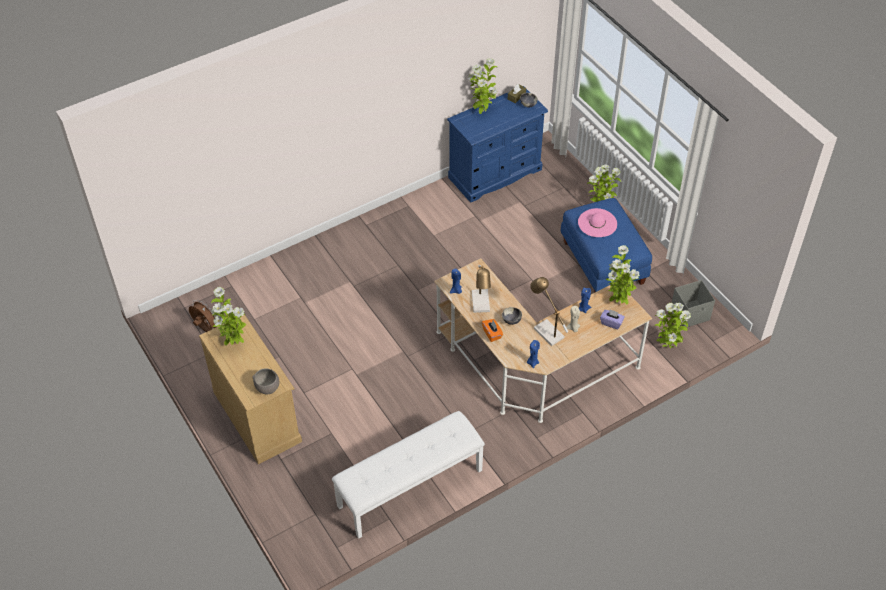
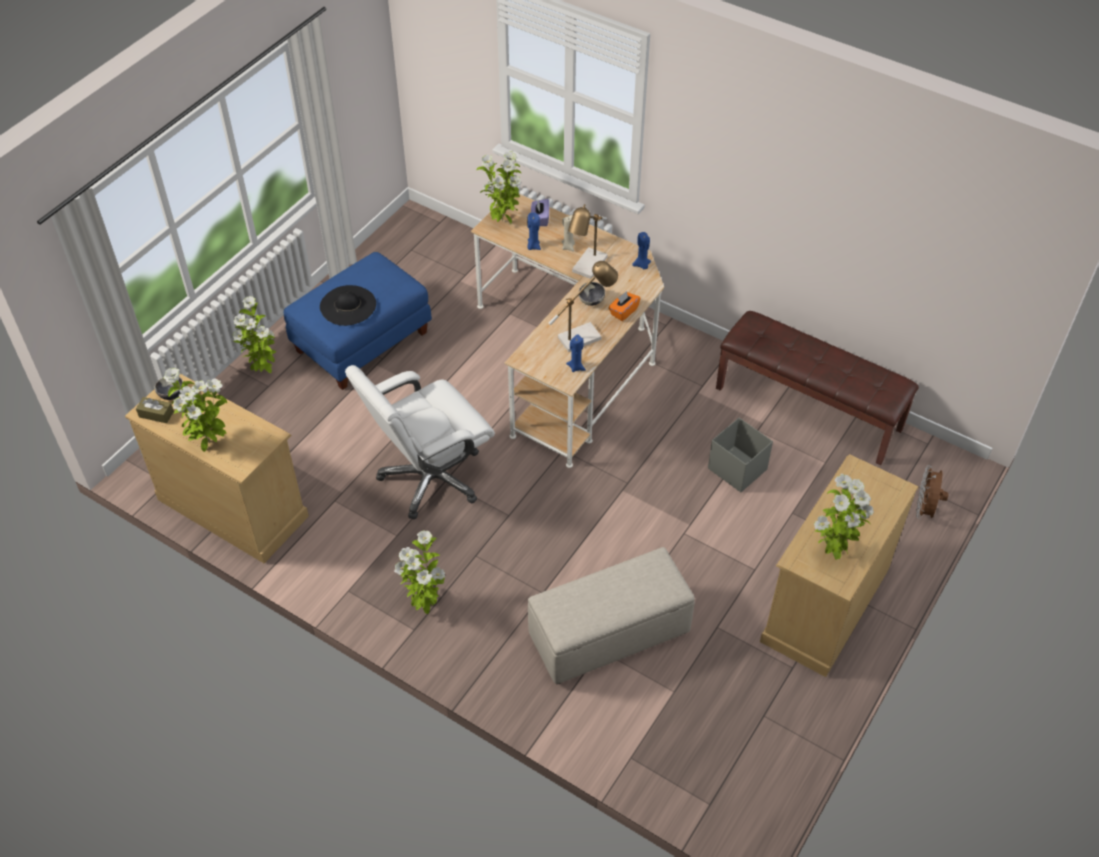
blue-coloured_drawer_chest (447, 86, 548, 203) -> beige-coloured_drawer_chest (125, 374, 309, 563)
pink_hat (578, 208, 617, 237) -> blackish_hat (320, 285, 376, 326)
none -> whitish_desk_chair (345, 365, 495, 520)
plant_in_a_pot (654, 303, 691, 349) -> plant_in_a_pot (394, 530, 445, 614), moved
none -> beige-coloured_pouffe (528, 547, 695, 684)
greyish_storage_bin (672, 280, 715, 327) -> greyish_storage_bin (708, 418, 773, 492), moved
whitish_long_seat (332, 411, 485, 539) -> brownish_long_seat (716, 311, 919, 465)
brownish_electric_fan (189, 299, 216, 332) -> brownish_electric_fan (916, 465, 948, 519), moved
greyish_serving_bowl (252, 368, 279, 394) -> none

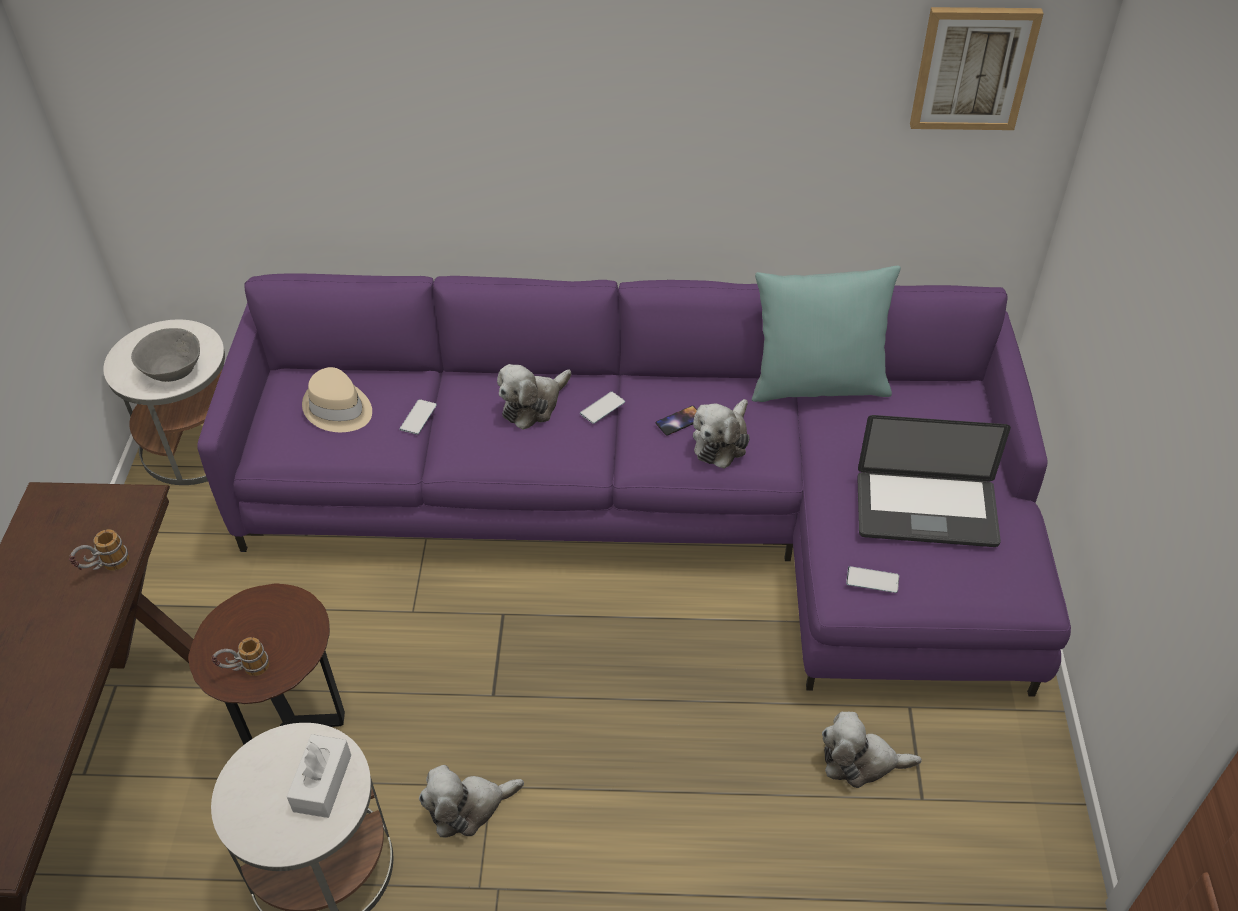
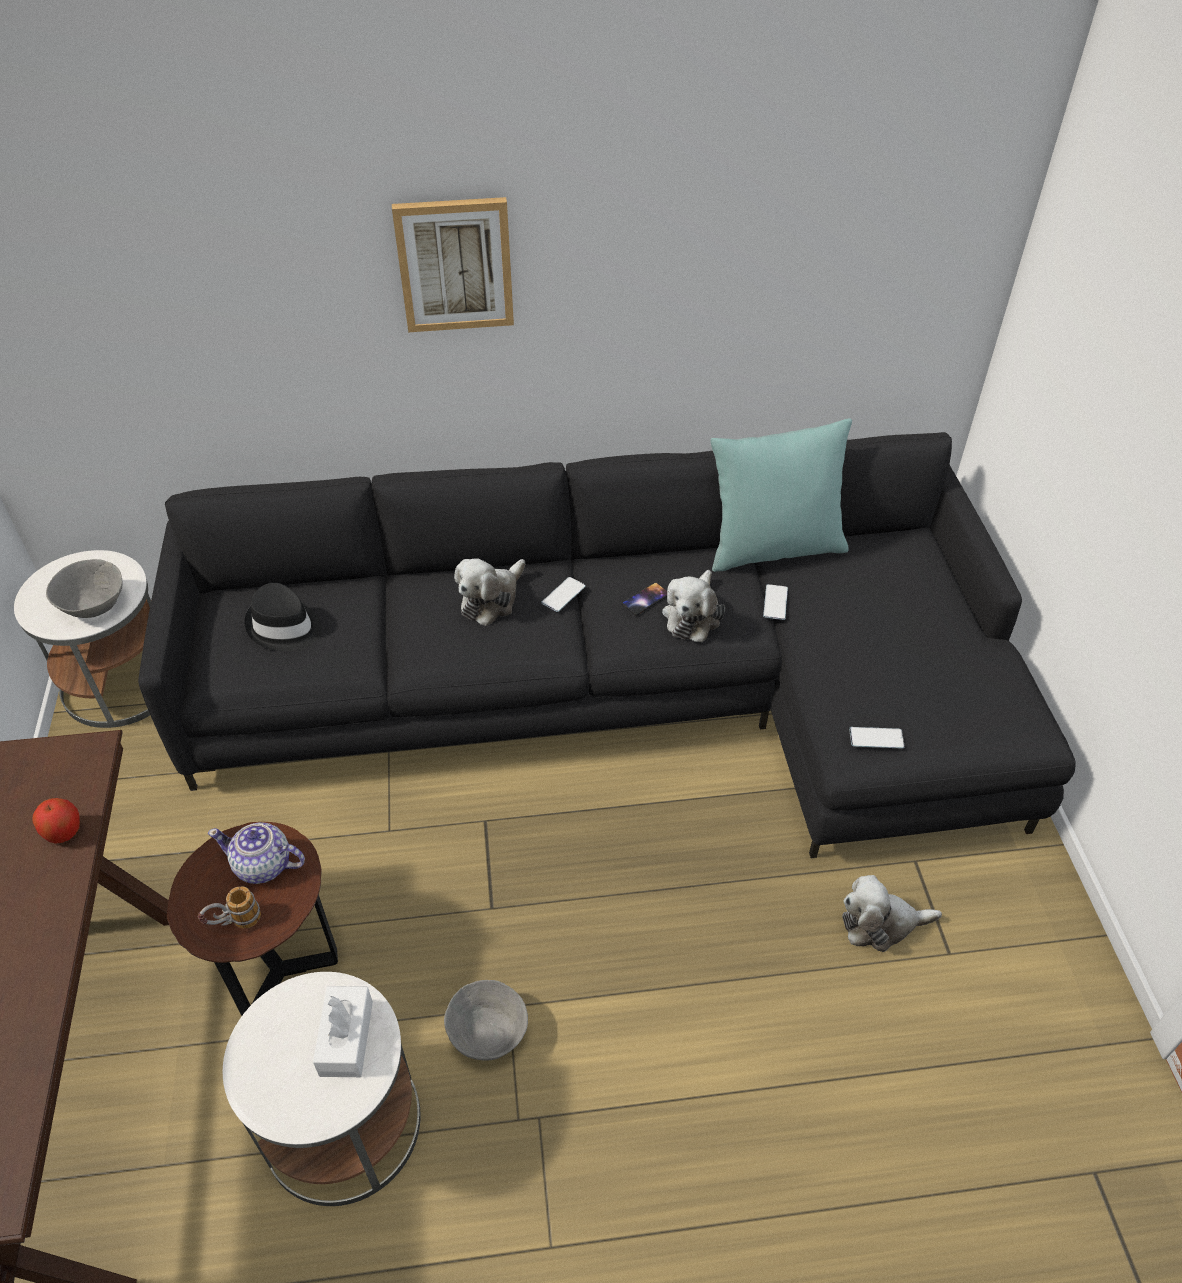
tea_mug (69, 529, 129, 571) -> whole_apple (32, 798, 80, 844)
purple_settee (197, 274, 1071, 697) -> blackish_settee (138, 432, 1075, 858)
none -> tea_pot (208, 822, 305, 884)
beige-coloured_hat (302, 367, 372, 432) -> blackish_hat (245, 583, 322, 651)
wall_art (910, 7, 1044, 130) -> wall_art (392, 197, 514, 332), moved
cuddly_toy (419, 765, 524, 837) -> greyish_serving_bowl (444, 980, 528, 1061)
telephone (400, 399, 437, 435) -> telephone (763, 584, 788, 620), moved
notebook_computer (857, 415, 1011, 547) -> none

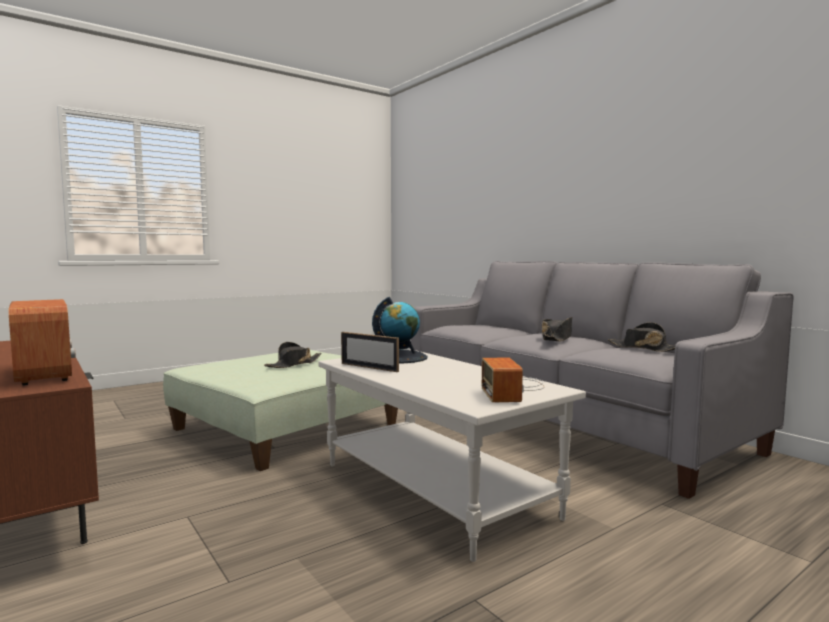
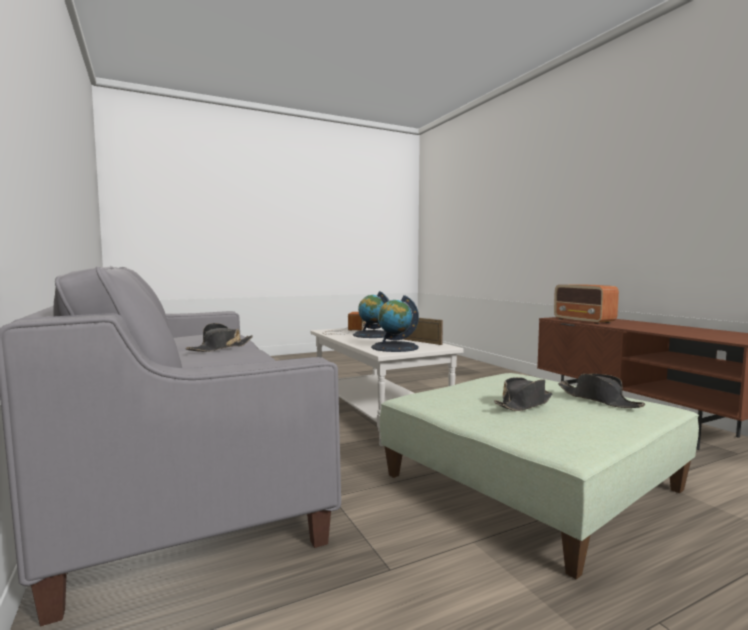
none -> globe (353, 291, 389, 338)
blackish_hat (608, 322, 675, 352) -> blackish_hat (558, 374, 645, 408), moved

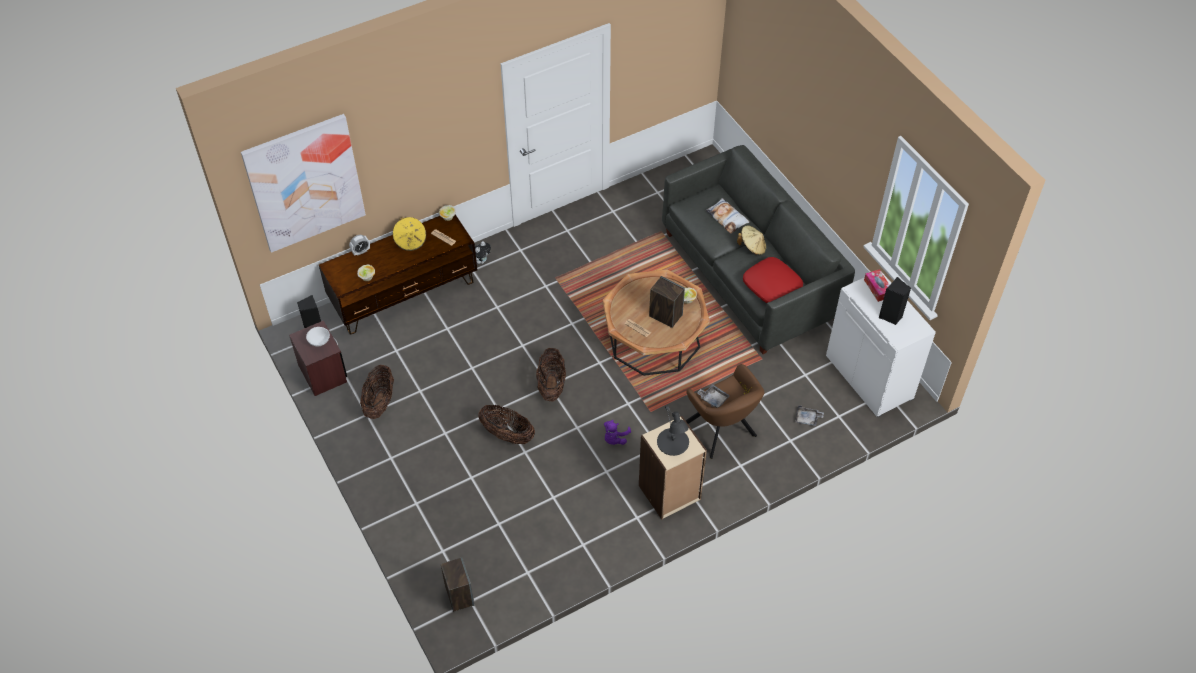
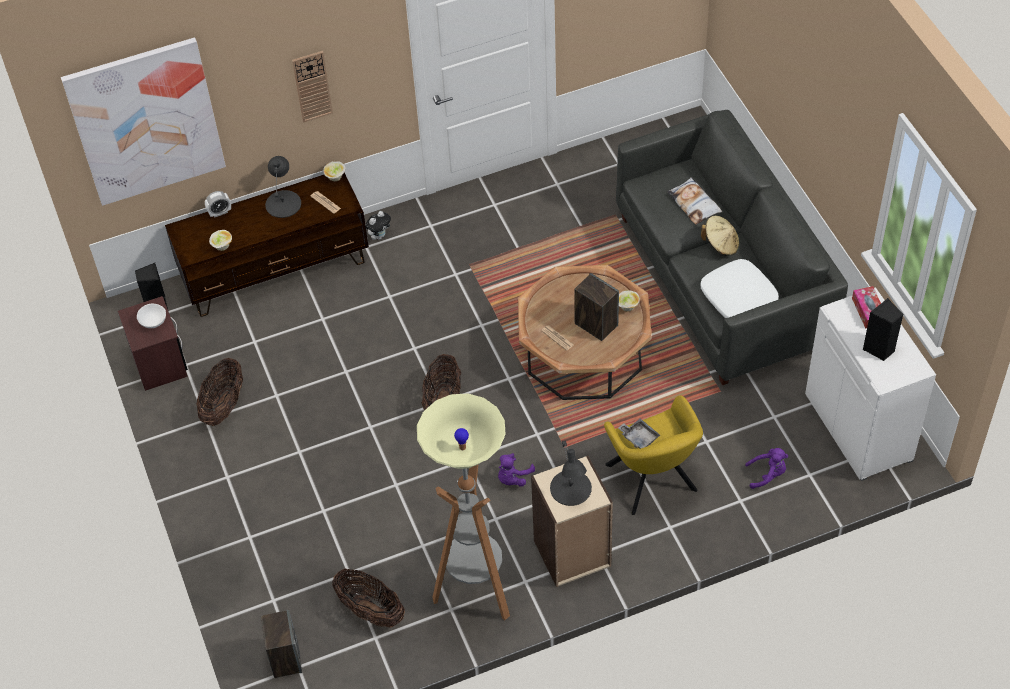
yellow-coloured_hat (393, 217, 426, 251) -> blackish_tabletop_lamp (265, 156, 301, 218)
none -> clock_on_the_wall (292, 51, 333, 122)
household_basket (478, 405, 535, 444) -> household_basket (332, 569, 405, 628), moved
none -> floor_lamp (417, 393, 510, 620)
brownish_easy_chair (685, 364, 764, 459) -> yellow-coloured_easy_chair (604, 395, 703, 515)
reddish_cushion (743, 257, 803, 303) -> whitish_cushion (701, 259, 779, 318)
greyish_tray (795, 405, 824, 426) -> purple_cuddly_toy (745, 448, 788, 489)

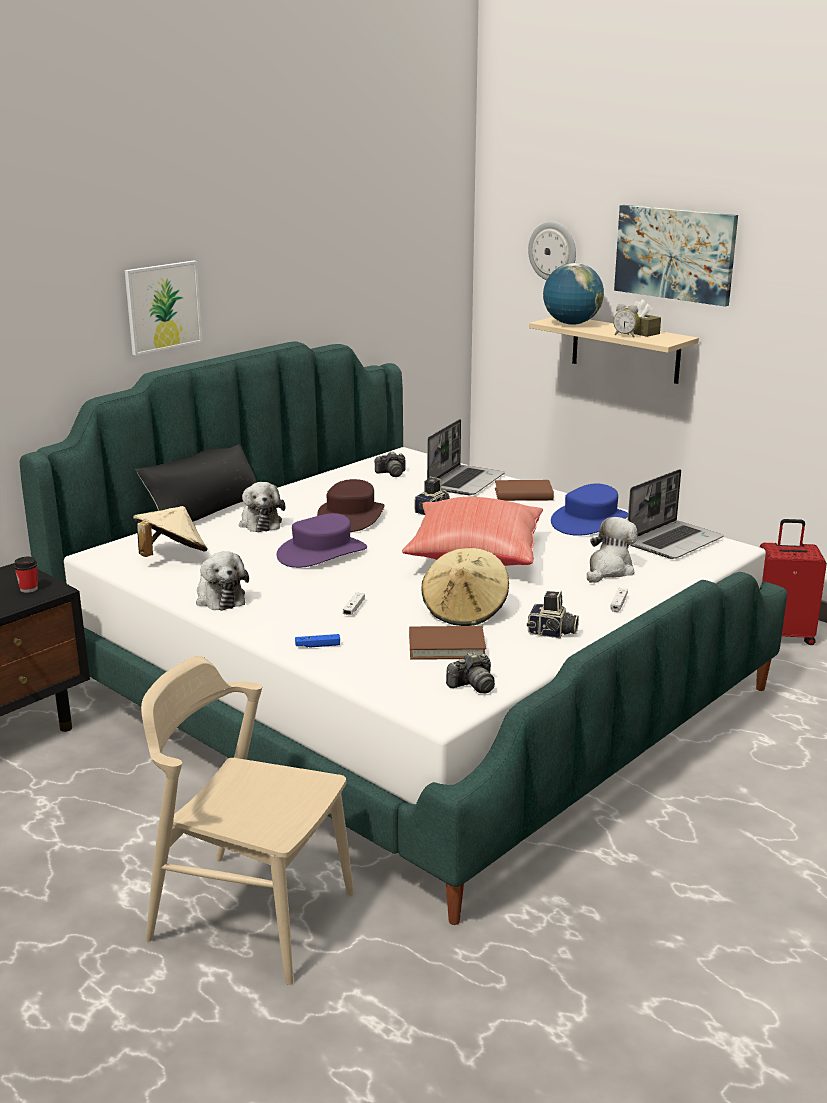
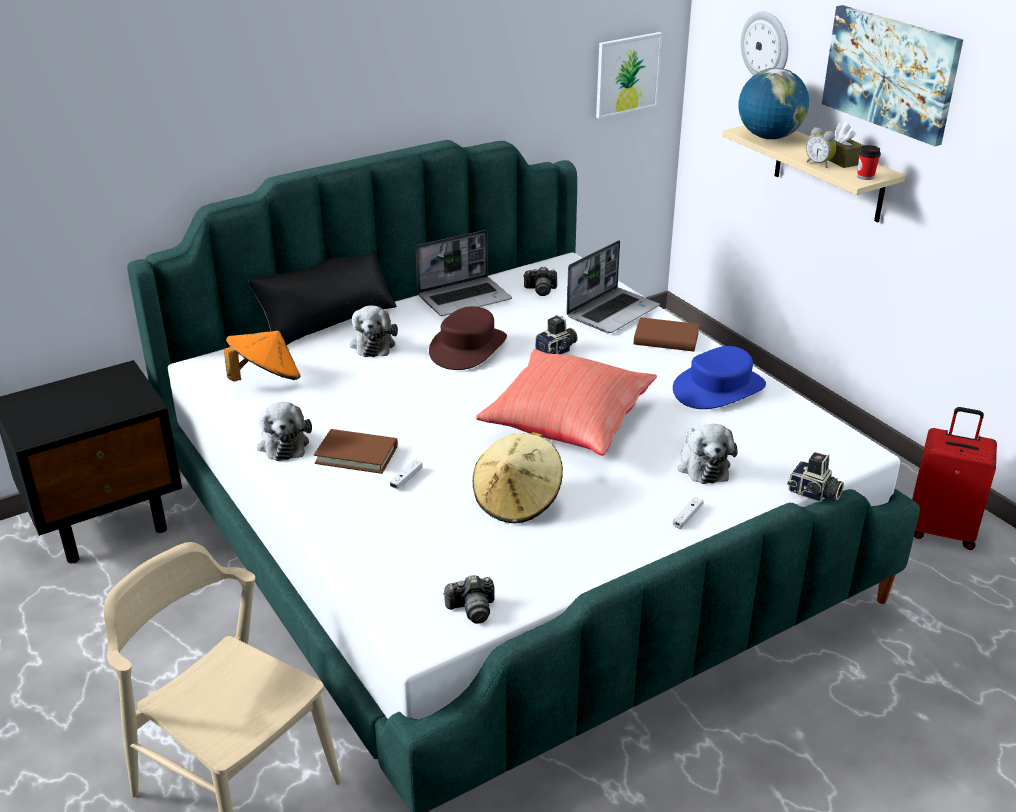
beige-coloured_hat (133, 506, 208, 557) -> orange_hat (224, 331, 301, 382)
brownish_bound_book (409, 626, 486, 660) -> brownish_bound_book (314, 429, 398, 474), moved
notebook_computer (628, 469, 724, 559) -> notebook_computer (416, 230, 512, 316), moved
wall_art (125, 261, 203, 356) -> wall_art (596, 32, 662, 119), moved
cuddly_toy (587, 517, 638, 583) -> cuddly_toy (678, 424, 738, 484), 120 degrees clockwise
photo_camera (527, 590, 579, 638) -> photo_camera (787, 452, 844, 502), moved
small_cup (14, 557, 38, 593) -> small_cup (857, 145, 881, 180), moved
purple_hat (277, 513, 367, 568) -> none
blue-coloured_joypad (295, 634, 340, 648) -> none

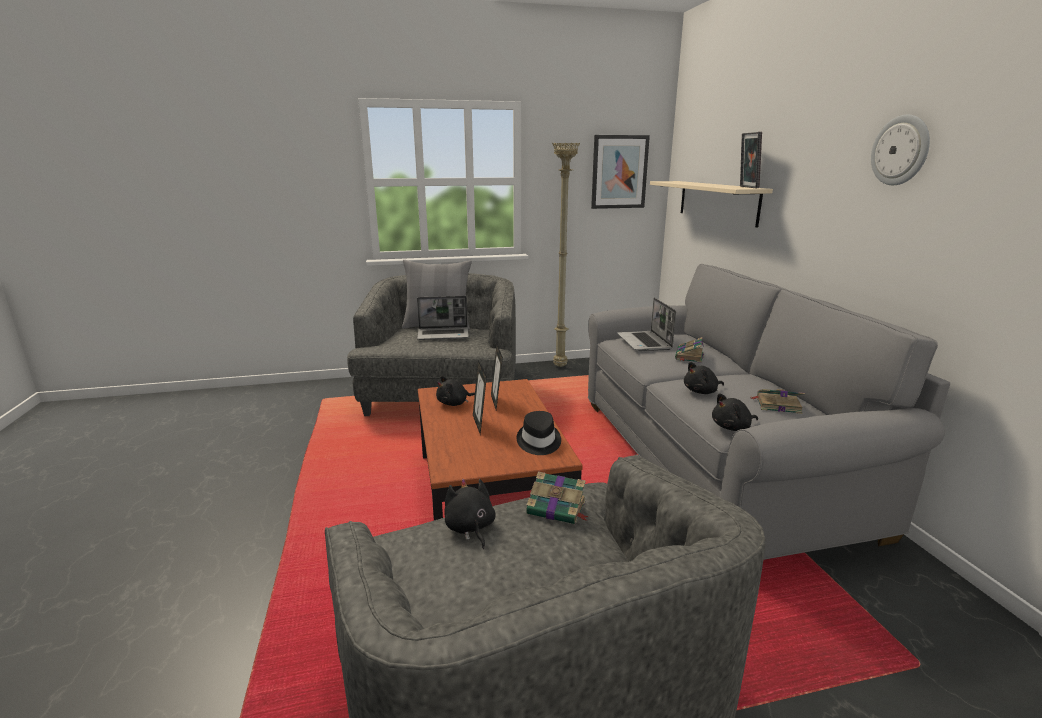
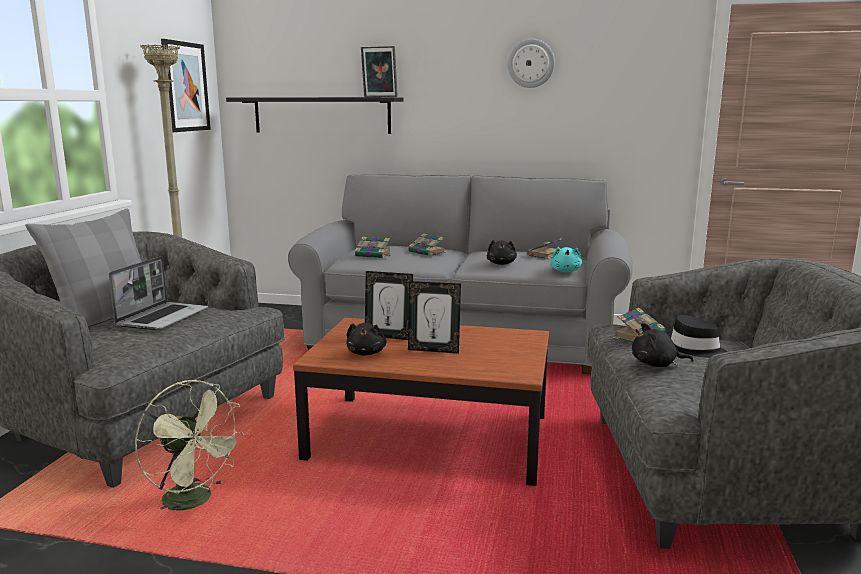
none -> green-coloured_electric_fan (135, 380, 245, 513)
beige-coloured_bracket_shelf (650, 181, 773, 228) -> blackish_bracket_shelf (226, 97, 403, 134)
notebook_computer (617, 297, 676, 351) -> bound_book (355, 236, 391, 258)
blackish_cuddly_toy (712, 394, 758, 431) -> turquoise-coloured_cuddly_toy (550, 247, 582, 272)
blackish_hat (516, 411, 561, 455) -> blackish_hat (666, 315, 727, 358), moved

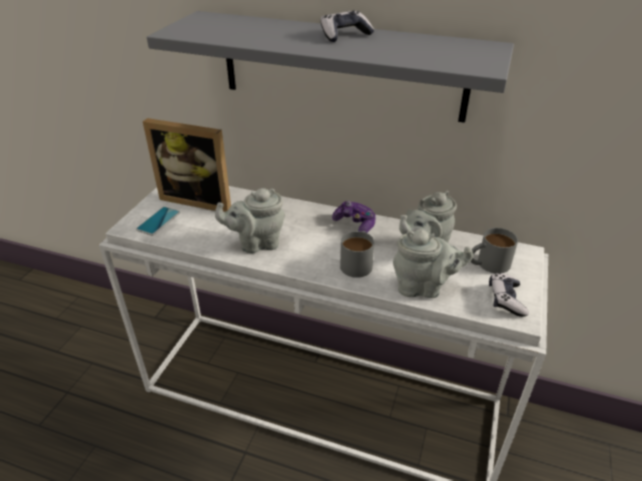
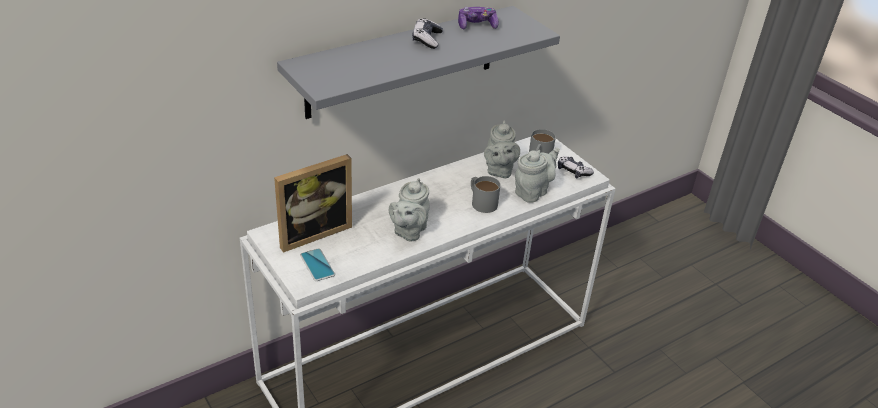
joypad (332, 201, 375, 233) -> joypad (458, 7, 499, 29), moved

